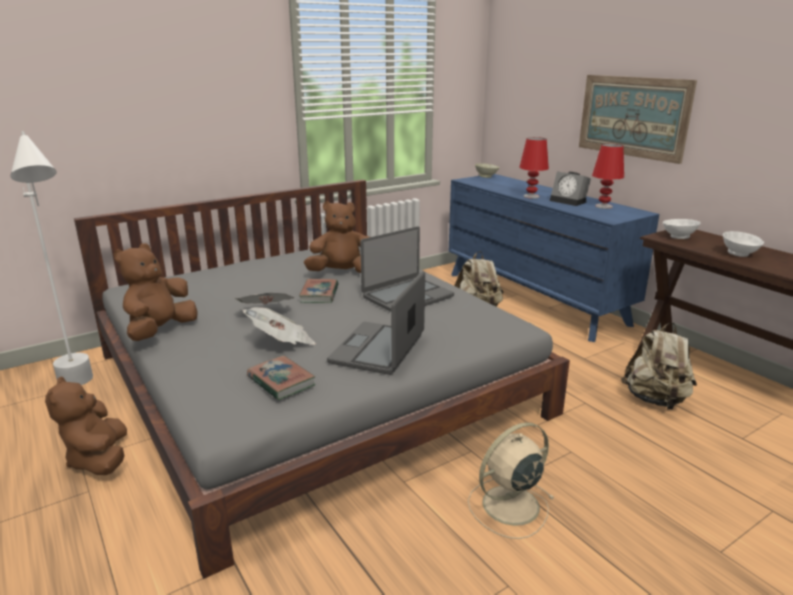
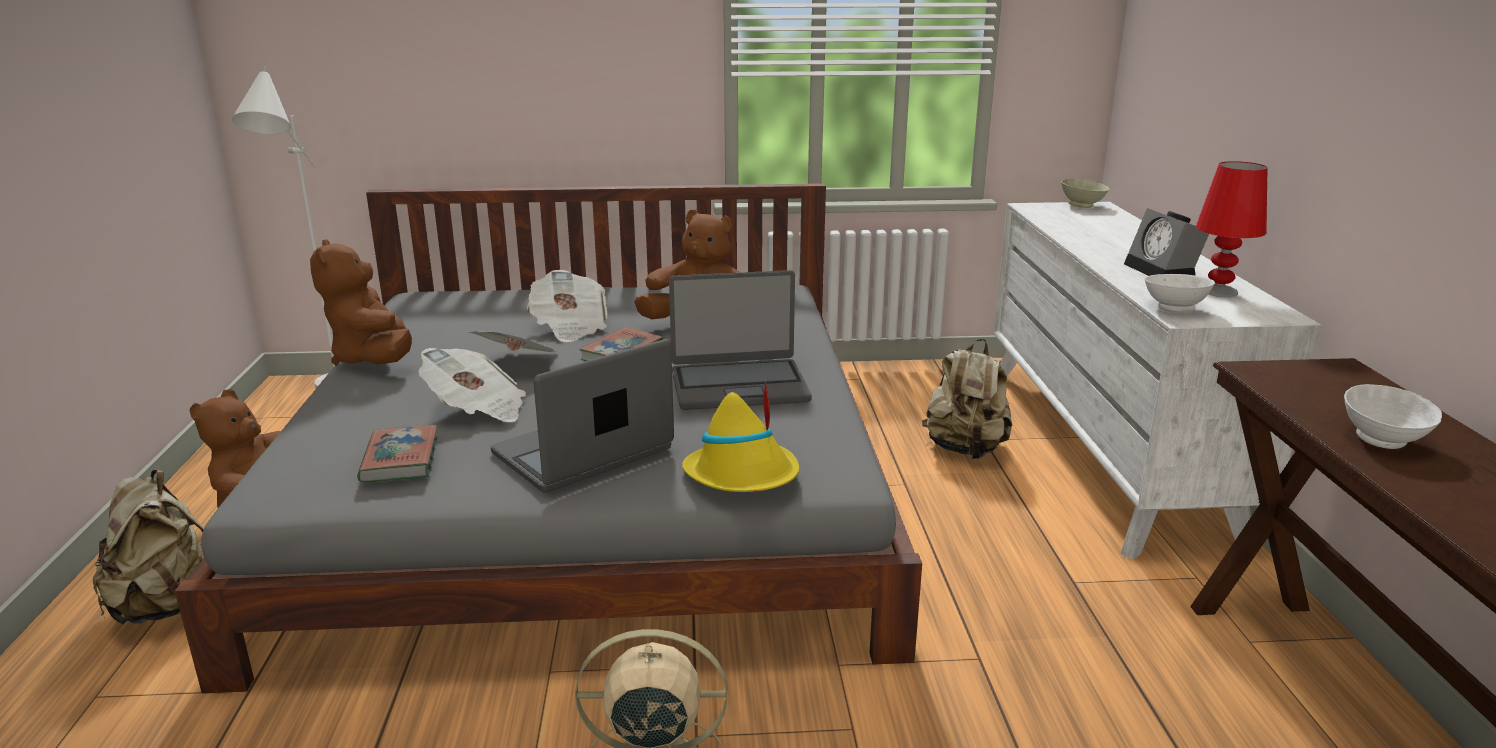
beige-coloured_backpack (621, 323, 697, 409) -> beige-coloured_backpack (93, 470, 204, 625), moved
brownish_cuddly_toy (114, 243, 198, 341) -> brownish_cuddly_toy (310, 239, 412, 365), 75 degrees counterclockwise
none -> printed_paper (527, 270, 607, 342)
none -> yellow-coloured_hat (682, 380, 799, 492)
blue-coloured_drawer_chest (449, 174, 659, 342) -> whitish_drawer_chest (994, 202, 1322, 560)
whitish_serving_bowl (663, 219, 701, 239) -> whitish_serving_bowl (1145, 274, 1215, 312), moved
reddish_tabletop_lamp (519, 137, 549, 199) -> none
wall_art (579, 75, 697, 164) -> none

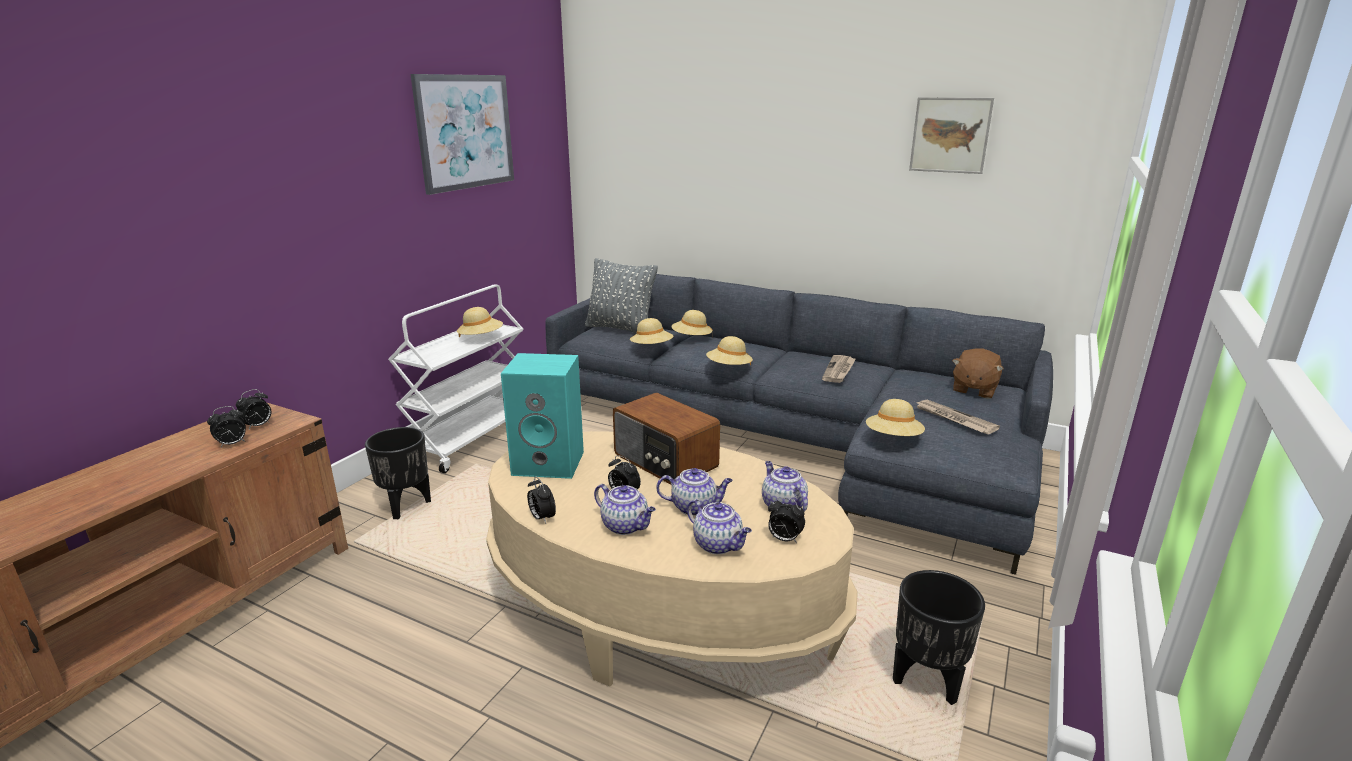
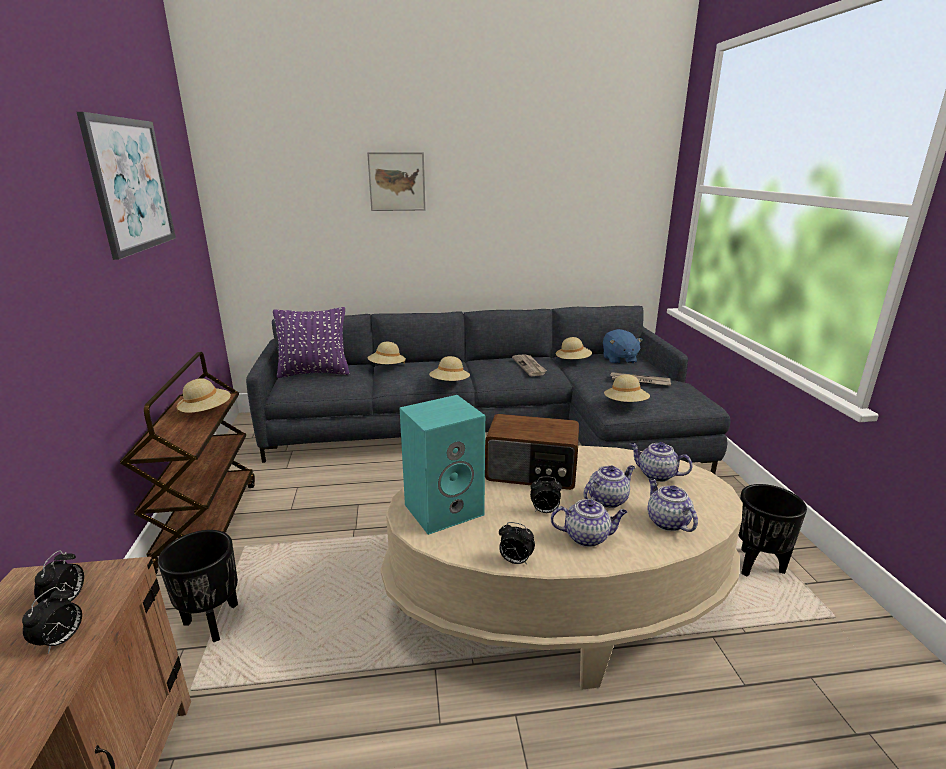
whitish_trolley (388, 284, 523, 473) -> brownish_trolley (120, 352, 255, 574)
greyish_cushion (585, 258, 658, 334) -> purple_cushion (273, 307, 350, 378)
wall_art (909, 97, 994, 174) -> wall_art (367, 152, 426, 211), moved
beige-coloured_hat (630, 318, 674, 344) -> beige-coloured_hat (555, 337, 592, 359), moved
brownish_cuddly_toy (952, 348, 1004, 399) -> blue-coloured_cuddly_toy (603, 329, 643, 363)
tea_pot (687, 499, 752, 554) -> tea_pot (648, 478, 698, 532), 120 degrees counterclockwise
alarm_clock (768, 498, 805, 543) -> none

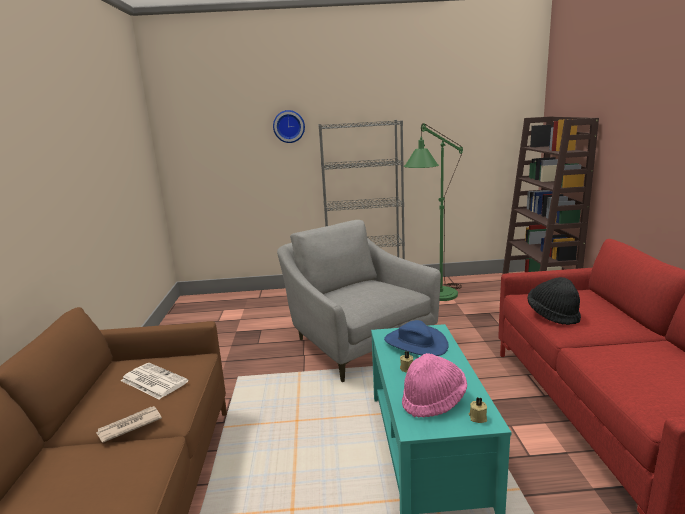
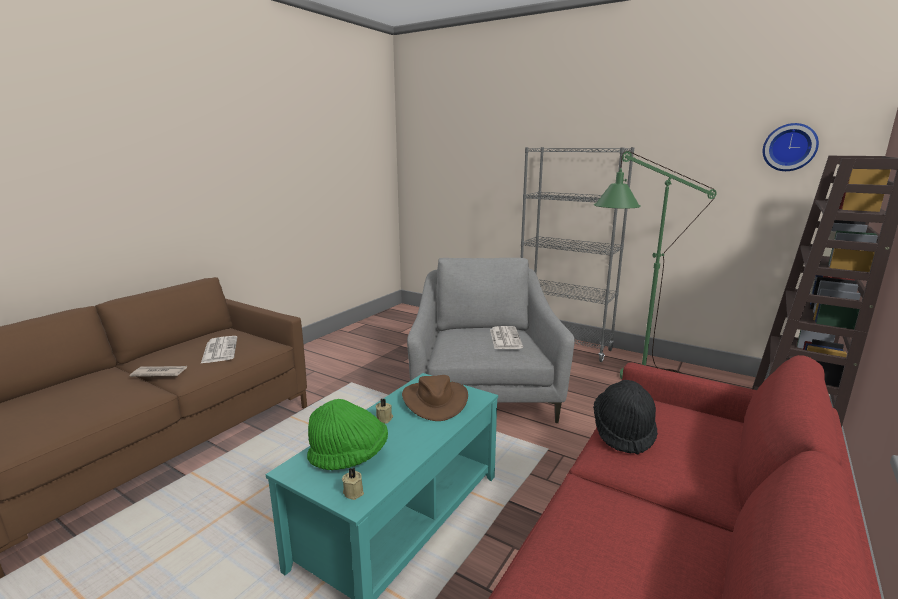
pink_hat (402, 353, 467, 418) -> green-coloured_hat (307, 399, 388, 470)
blue-coloured_hat (384, 320, 449, 356) -> brownish_hat (402, 375, 468, 421)
none -> printed_paper (490, 326, 523, 349)
clock_on_the_wall (273, 110, 305, 143) -> clock_on_the_wall (762, 123, 819, 171), moved

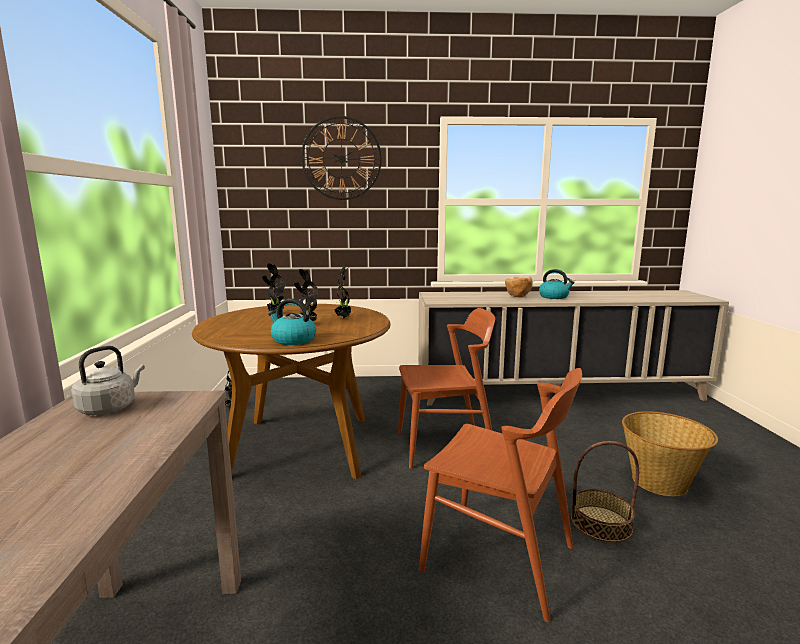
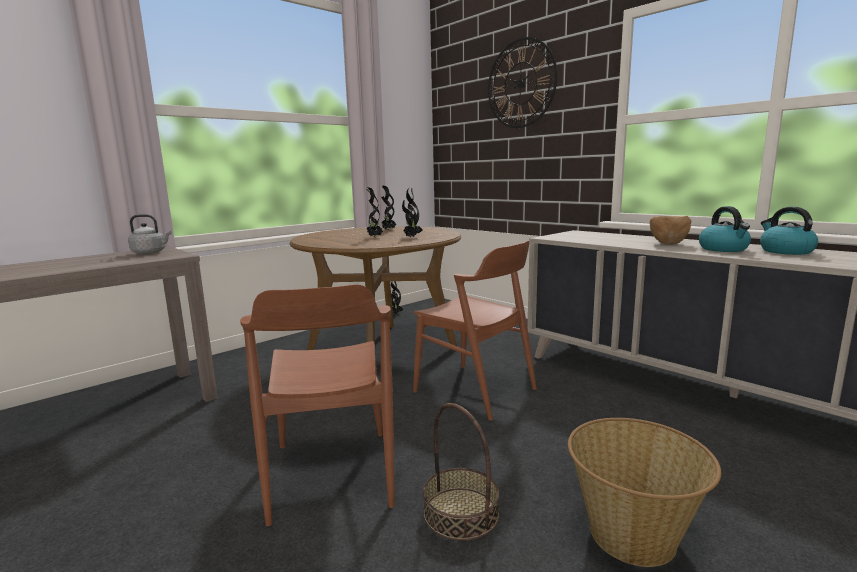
water_kettle (268, 298, 316, 345) -> water_kettle (760, 207, 818, 255), moved

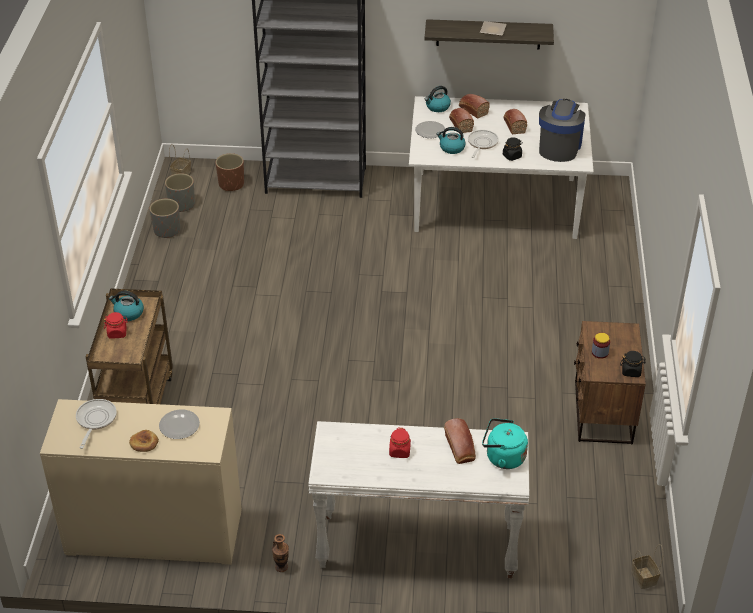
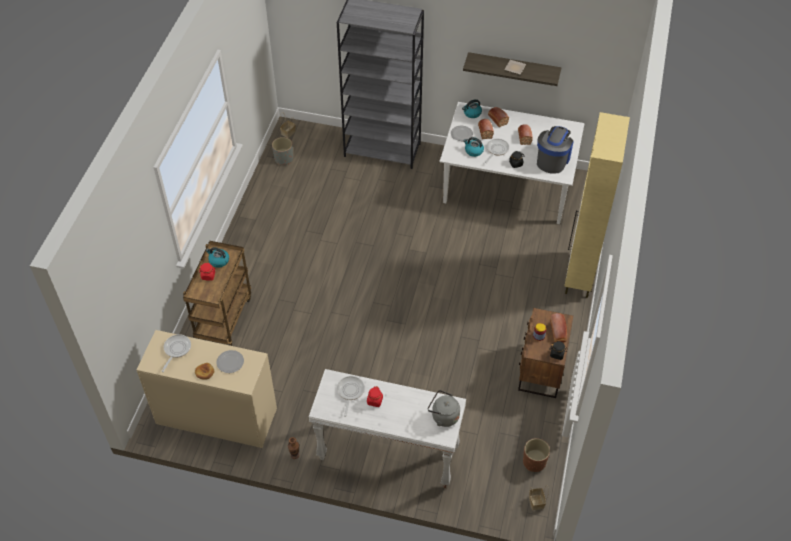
none -> frying_pan (337, 376, 365, 417)
turquoise-coloured_water_kettle (482, 418, 528, 469) -> greyish_water_kettle (428, 390, 460, 427)
brownish_flower_pot (215, 153, 244, 191) -> brownish_flower_pot (523, 438, 550, 472), moved
bread (444, 418, 476, 464) -> bread (550, 313, 567, 342), moved
none -> beige-coloured_storage_cabinet (564, 112, 630, 298)
greyish_flower_pot (149, 199, 180, 238) -> none

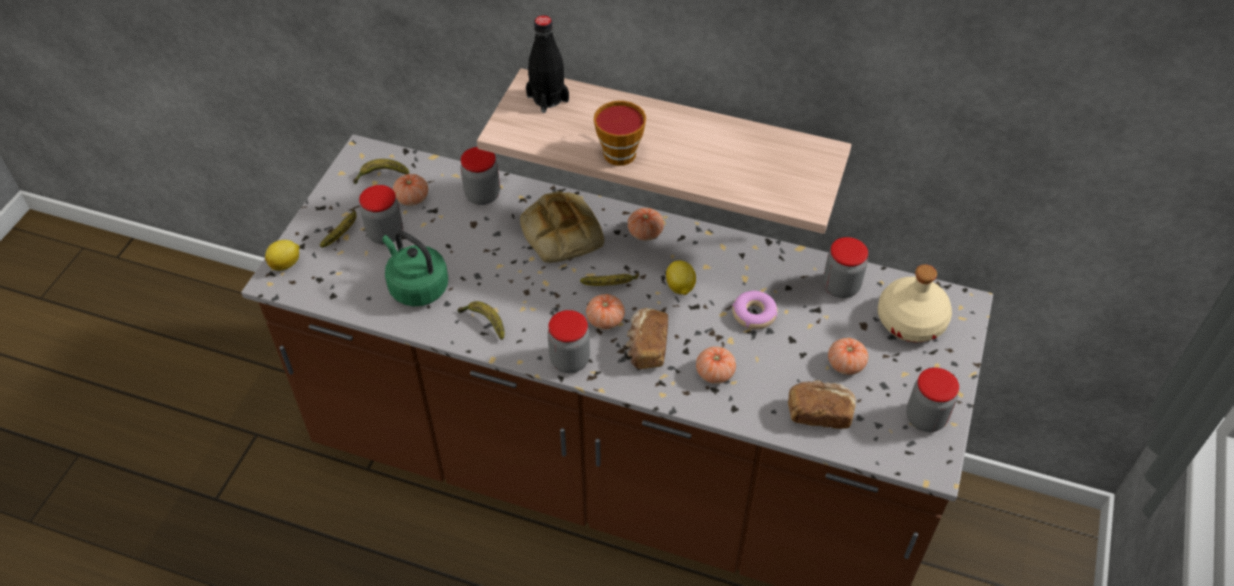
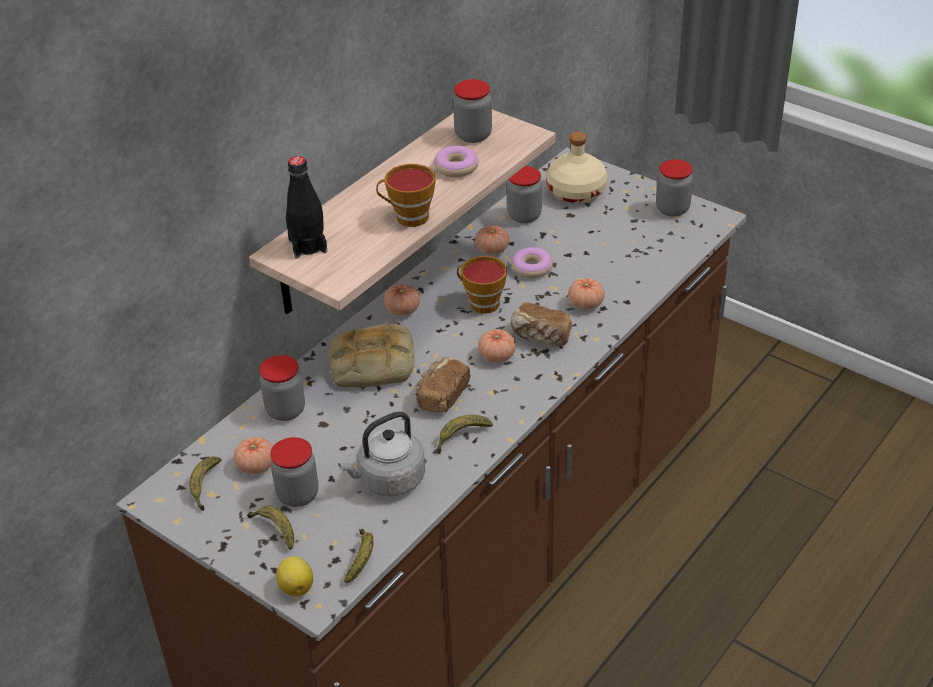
green-coloured_water_kettle (382, 231, 448, 306) -> greyish_water_kettle (338, 411, 425, 496)
whole_banana (580, 272, 639, 286) -> whole_banana (344, 529, 374, 583), moved
bread (788, 380, 856, 429) -> bread (415, 357, 471, 413), moved
none -> doughnut (433, 146, 479, 177)
storage_jar (548, 310, 590, 373) -> storage_jar (453, 79, 492, 143), moved
citrus_fruit (666, 260, 696, 295) -> small_cup (457, 256, 507, 314)
tomato (828, 338, 868, 375) -> tomato (475, 225, 509, 255), moved

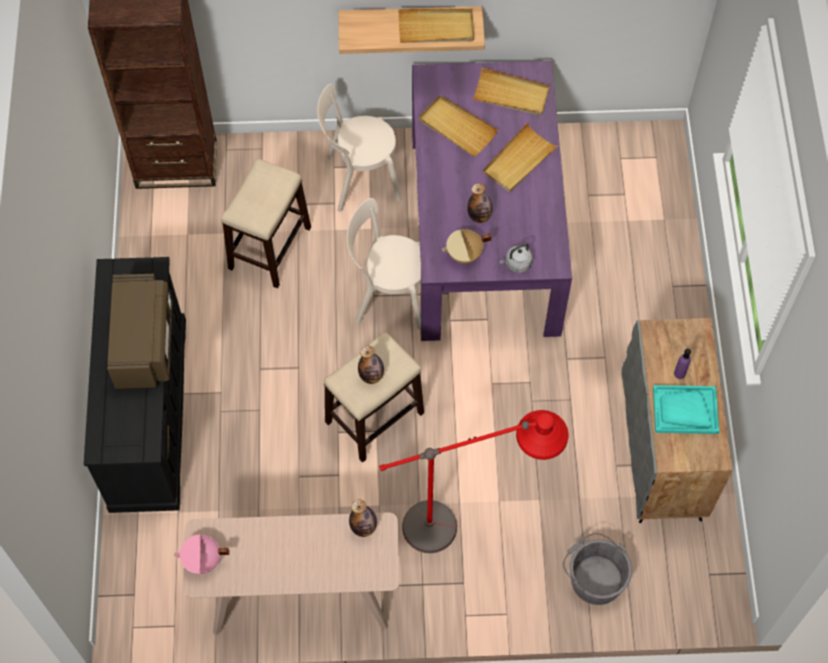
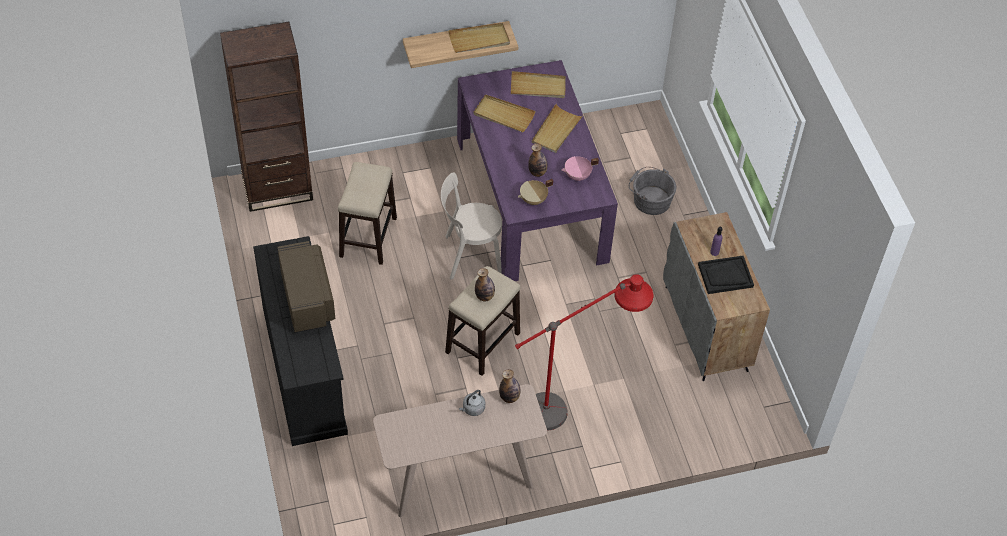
greyish_water_kettle (499, 243, 533, 273) -> greyish_water_kettle (459, 390, 485, 416), moved
pink_saucepot (174, 534, 229, 574) -> pink_saucepot (561, 156, 599, 181), moved
greyish_pail (563, 533, 632, 605) -> greyish_pail (629, 167, 676, 215), moved
turquoise-coloured_tray (653, 385, 719, 434) -> blackish_tray (698, 256, 754, 294)
beige-coloured_upright_chair (317, 84, 402, 212) -> none

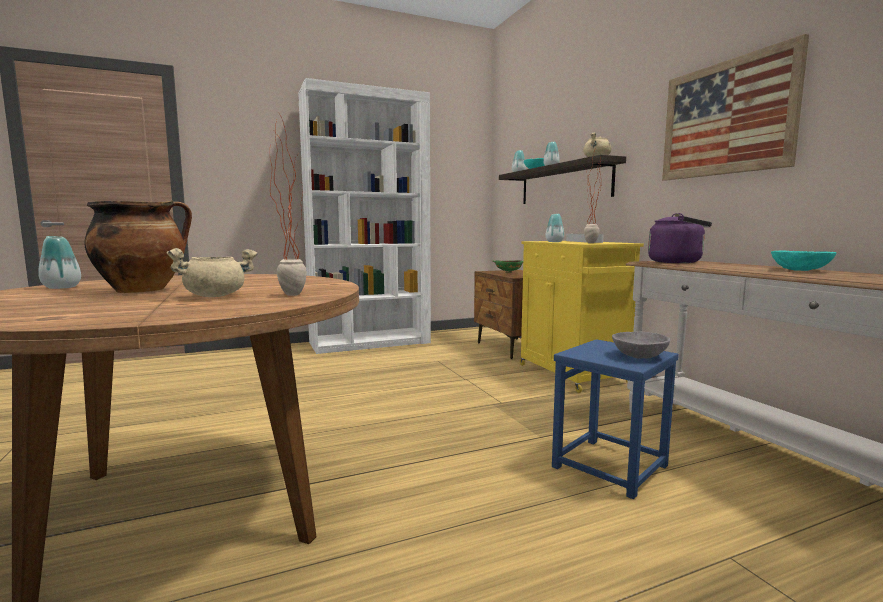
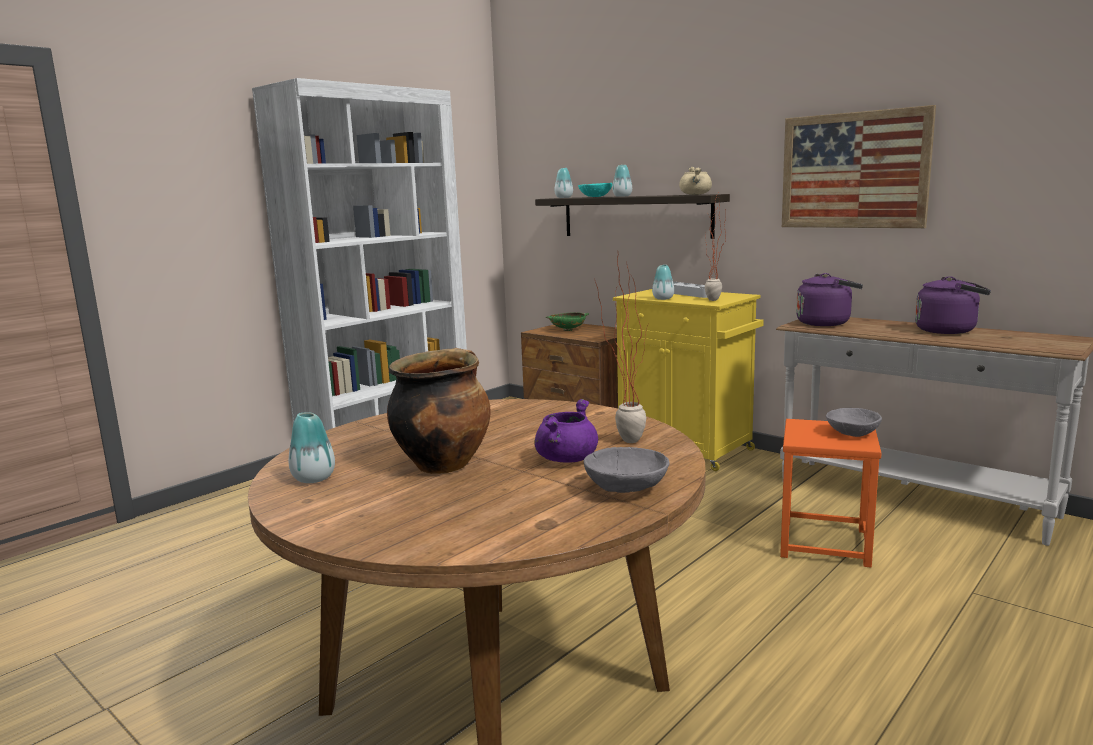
beige-coloured_saucepot (166, 248, 258, 297) -> purple_saucepot (534, 399, 598, 463)
none -> greyish_serving_bowl (583, 447, 669, 493)
blue-coloured_stool_seat (552, 339, 679, 499) -> orange_stool_seat (780, 419, 881, 568)
turquoise-coloured_serving_bowl (771, 250, 836, 271) -> purple_water_kettle (915, 276, 991, 334)

